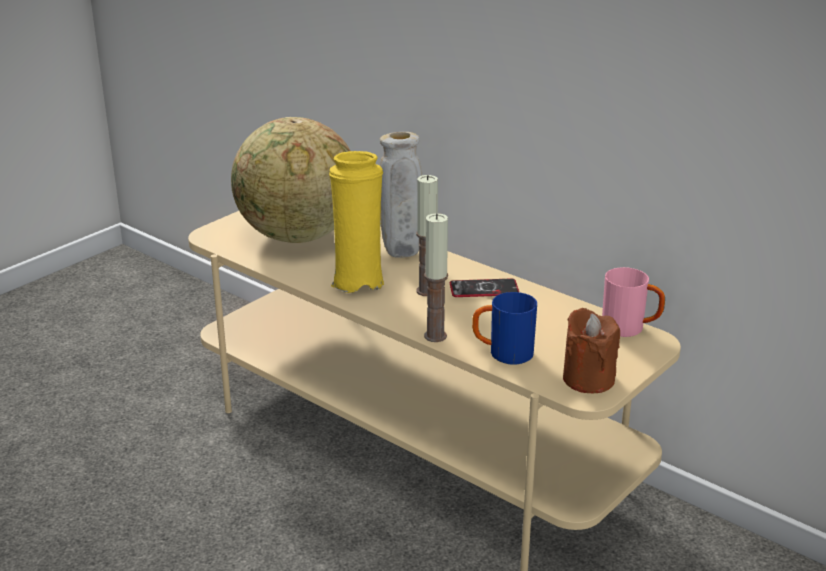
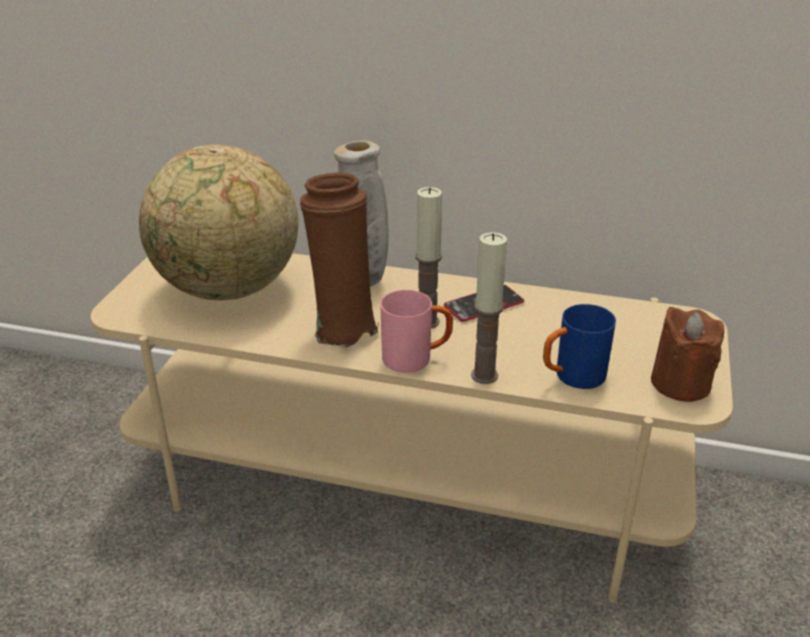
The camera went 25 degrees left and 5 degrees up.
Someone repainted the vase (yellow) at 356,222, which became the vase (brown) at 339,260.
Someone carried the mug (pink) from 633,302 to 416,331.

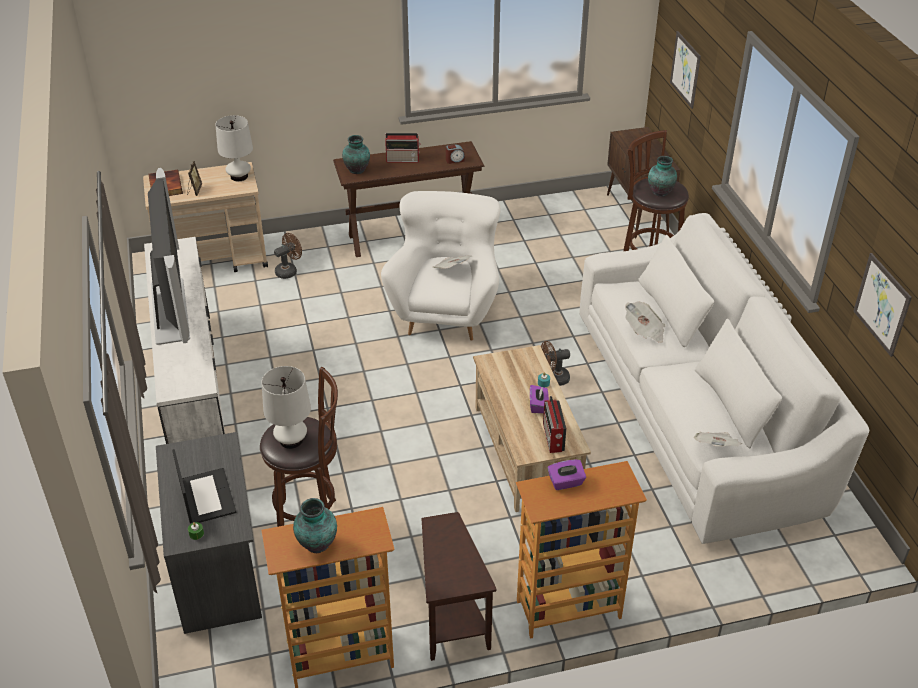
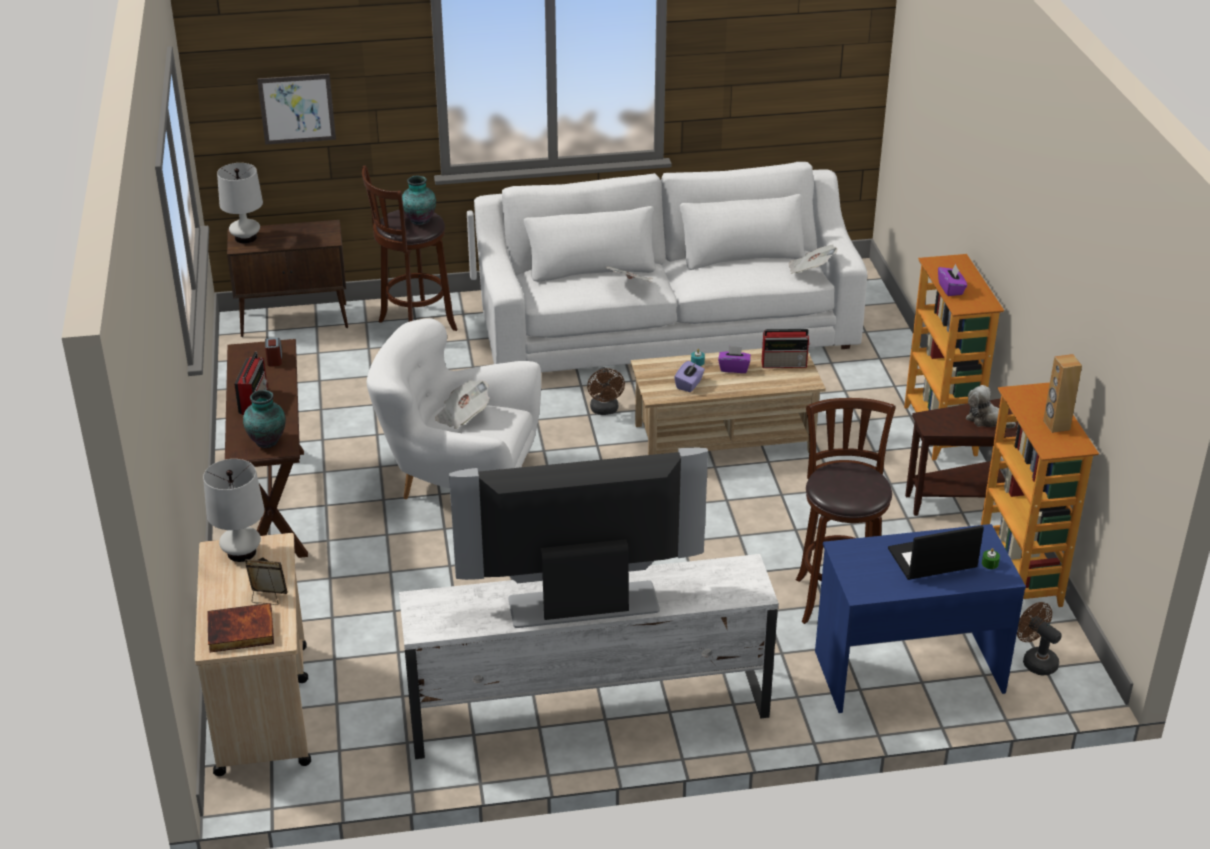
The camera went 85 degrees left and 5 degrees down.
Someone carried the table lamp (white) from 286,407 to 240,203.
Someone put down the tissue box (purple) at 689,376.
Someone repainted the desk (grey) at 209,533, which became the desk (blue) at 920,618.
Someone put down the plush toy at 991,406.
Someone carried the fan (brown) from 288,256 to 1039,638.
Someone swapped the vase at 315,525 for the speaker (brown) at 1062,393.
Someone took away the picture at 882,305.

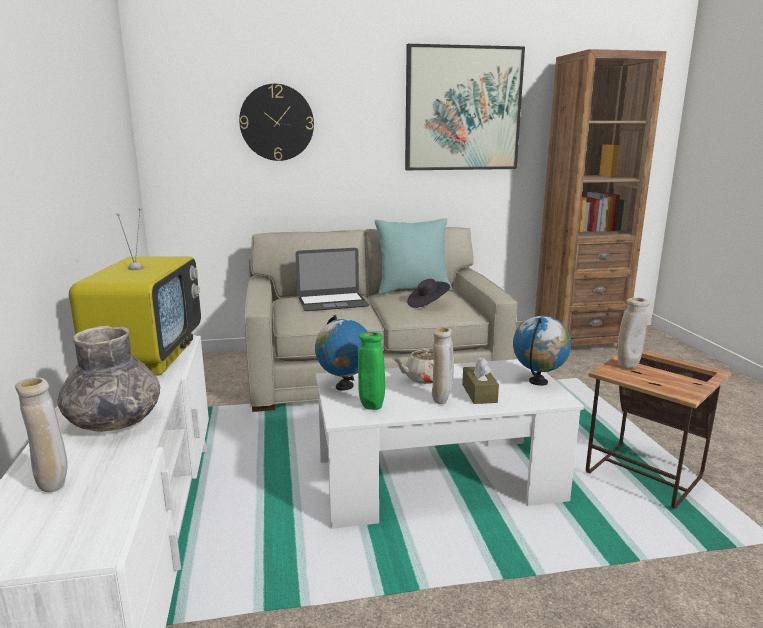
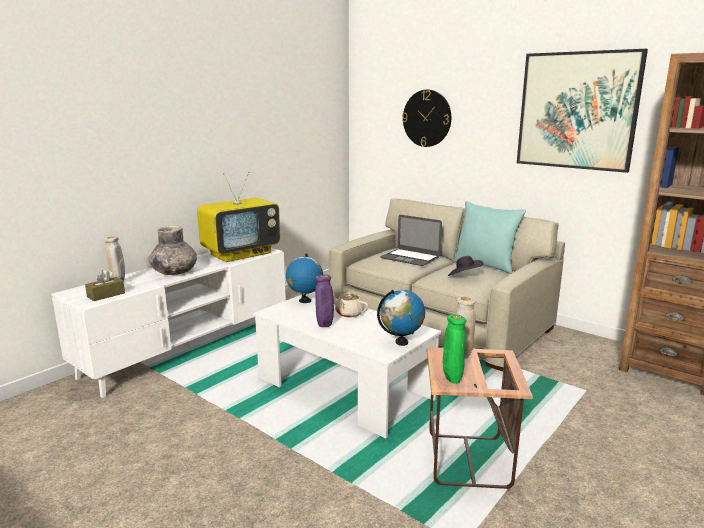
The camera went 50 degrees right and 0 degrees up.
Someone carried the tissue box (brown) from 480,380 to 105,285.
Someone repainted the vase (beige) at 443,365, which became the vase (purple) at 324,301.
Someone carried the vase (green) from 371,371 to 455,349.

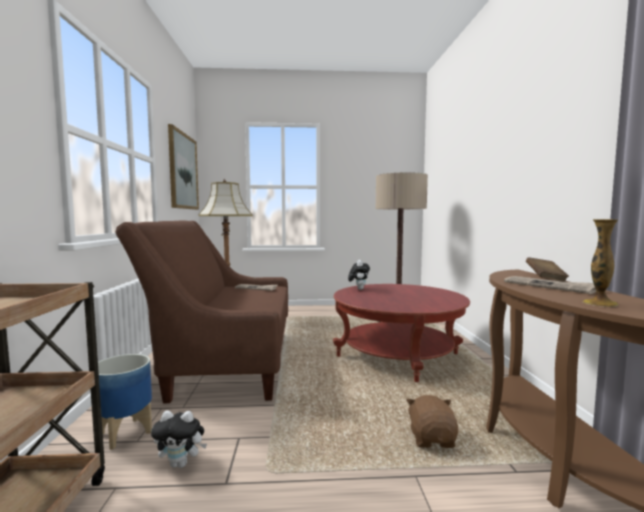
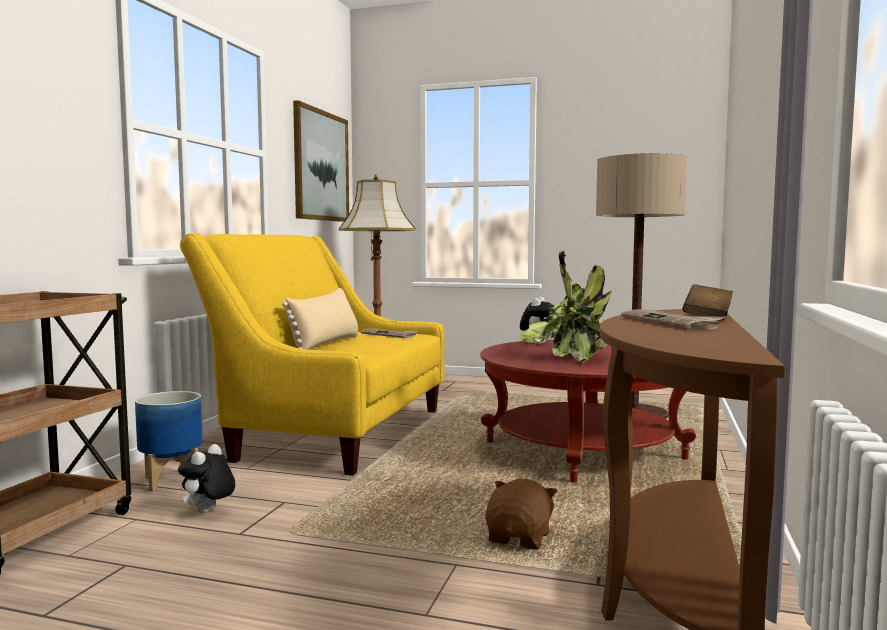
The camera went 20 degrees right and 0 degrees up.
Someone rotated the plush toy at 179,439 by 90 degrees clockwise.
Someone repainted the sofa (brown) at 201,311, which became the sofa (yellow) at 312,354.
Someone put down the pillow (beige) at 320,319.
Someone put down the potted plant at 565,306.
Someone took away the vase at 601,263.

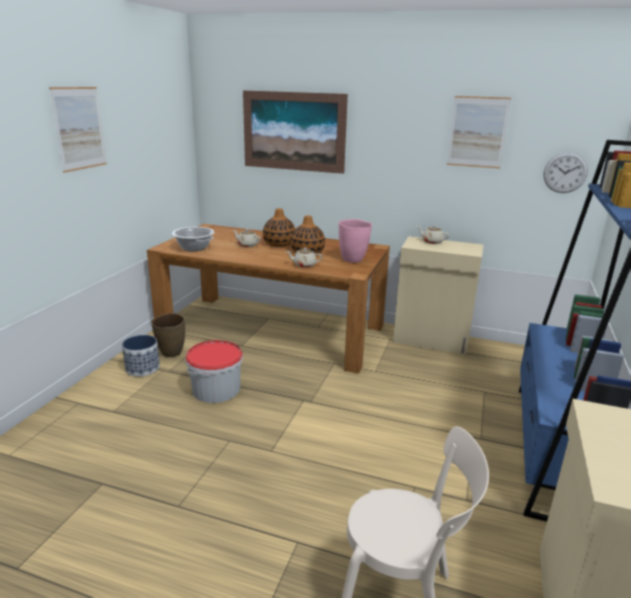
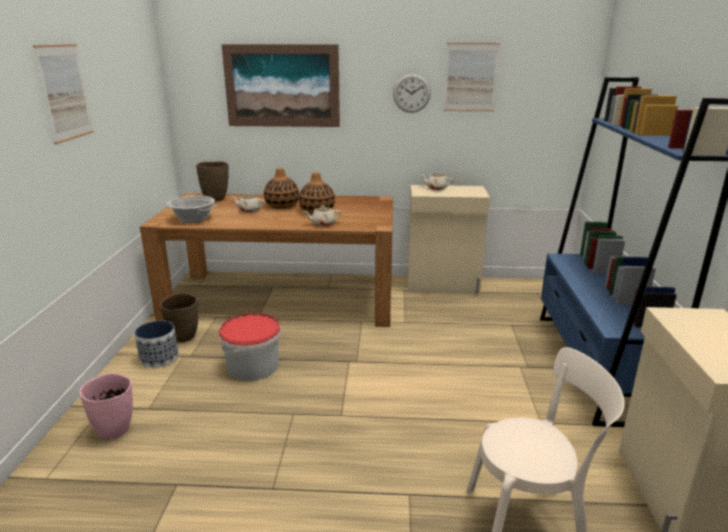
The camera went 15 degrees left and 0 degrees up.
Someone carried the vase (pink) from 355,241 to 106,406.
Someone put down the vase (brown) at 212,181.
Someone carried the wall clock from 565,172 to 412,93.

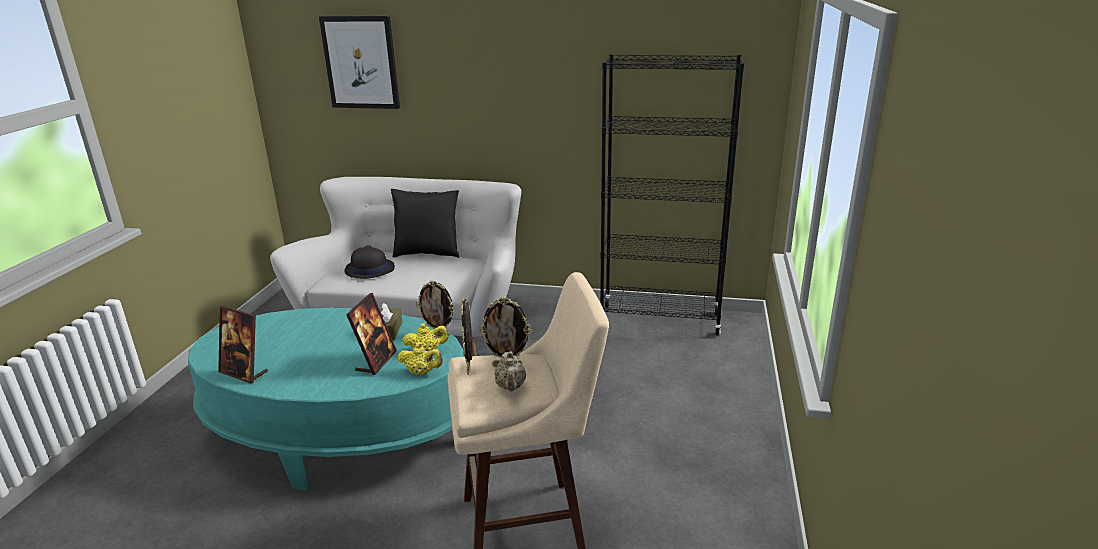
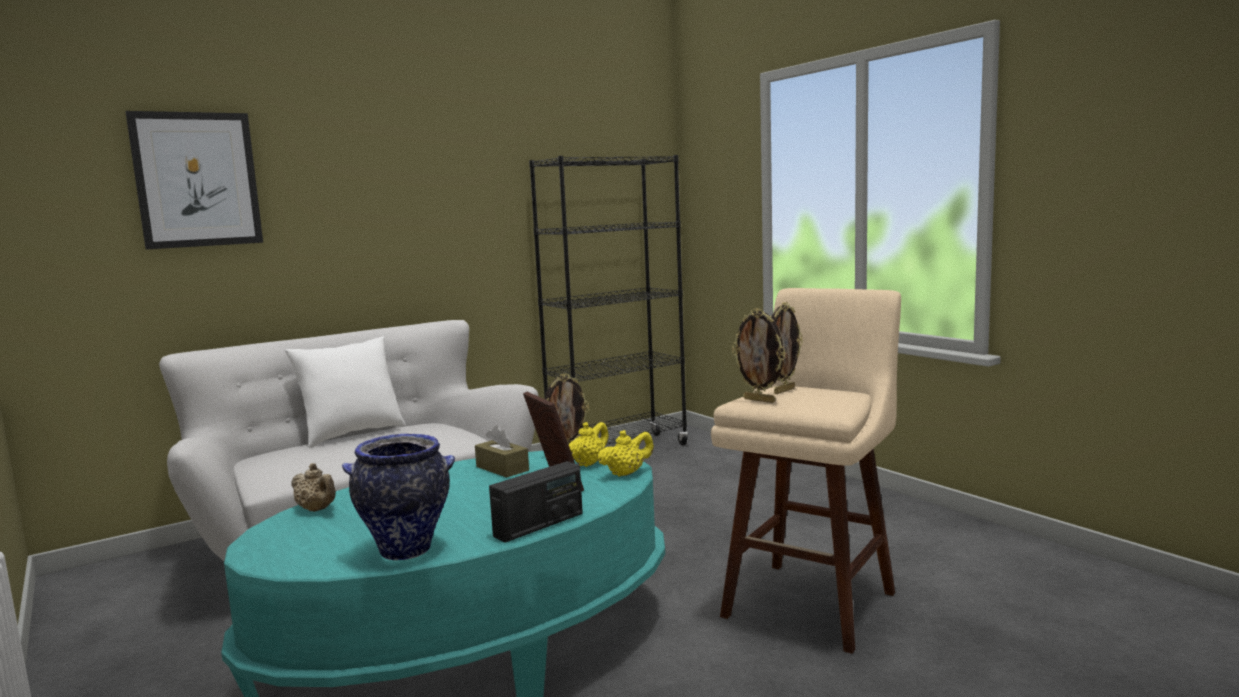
The camera went 45 degrees left and 15 degrees down.
Someone repainted the pillow (black) at 425,223, which became the pillow (white) at 345,392.
Someone carried the teapot (beige) from 510,371 to 313,487.
Someone swapped the picture frame at 243,345 for the vase at 398,497.
Someone put down the radio at 536,502.
Someone took away the hat (black) at 370,262.

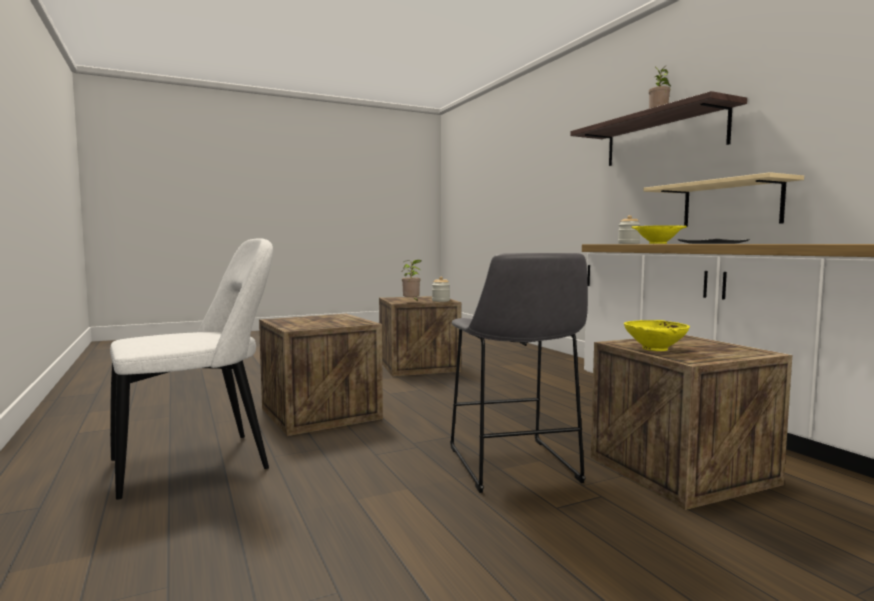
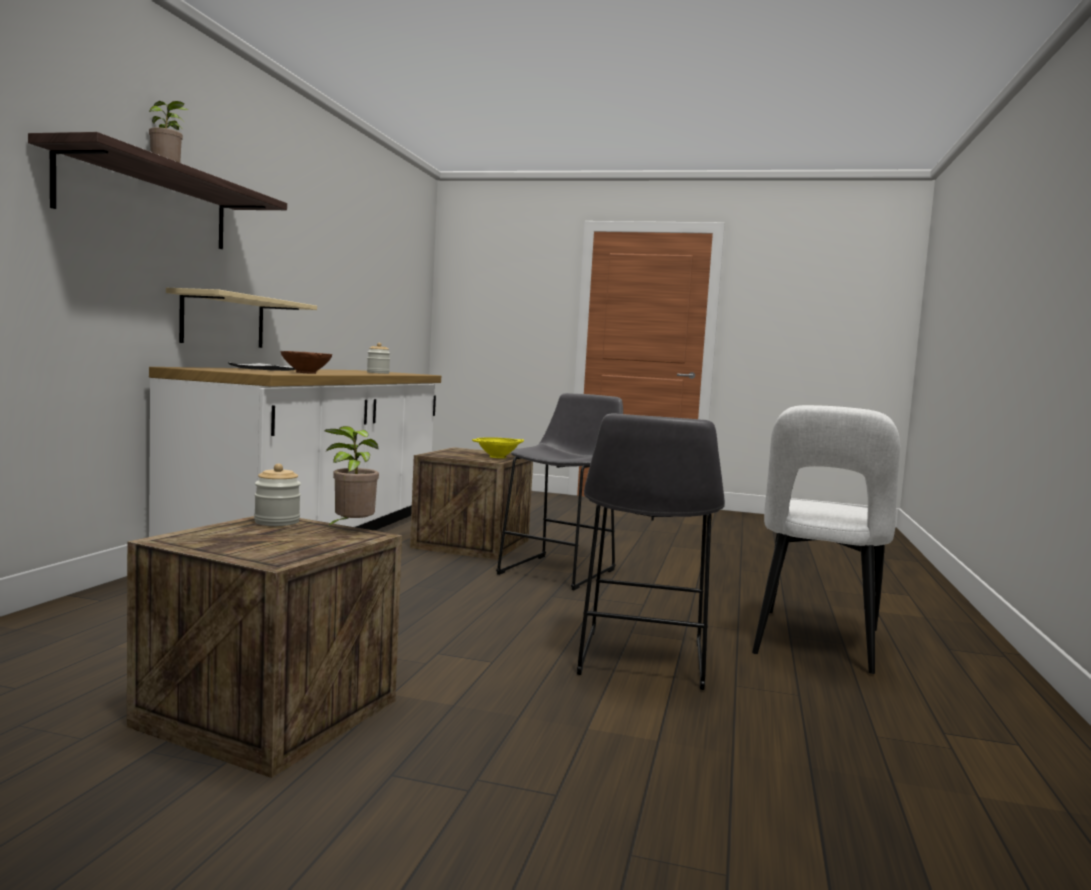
The camera went 140 degrees left and 0 degrees up.
Someone repainted the bowl (yellow) at 659,234, which became the bowl (brown) at 306,362.
Someone carried the jar from 629,229 to 378,358.
Someone swapped the crate at 321,375 for the stool (grey) at 651,552.
Someone rotated the chair (white) at 191,368 by 75 degrees counterclockwise.

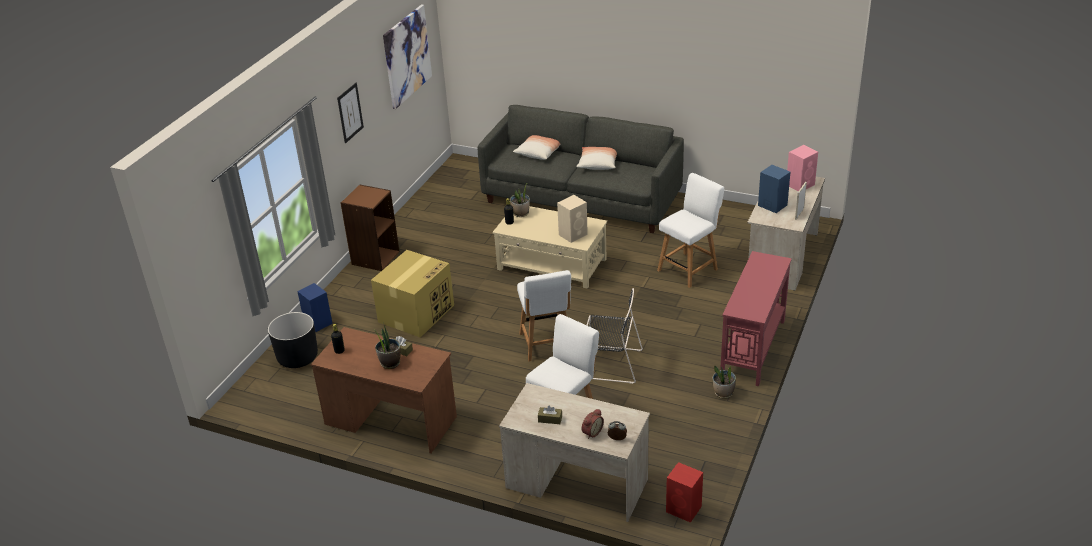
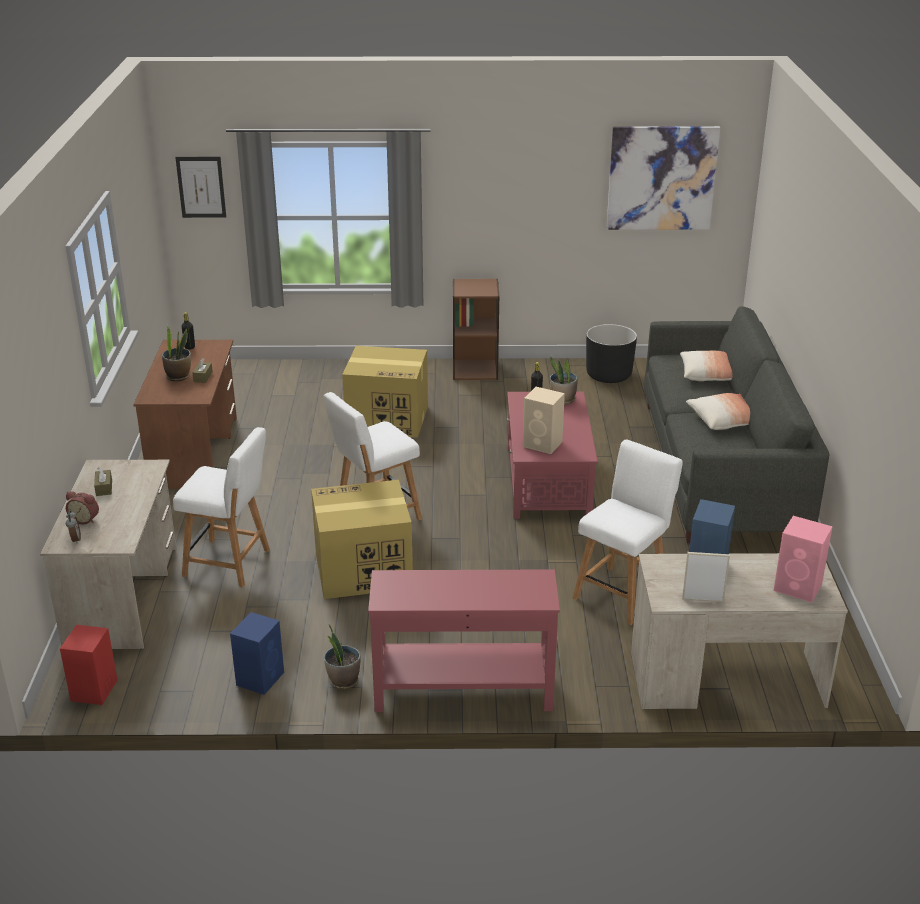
The camera went 65 degrees right and 5 degrees down.
Someone carried the picture from 350,113 to 200,187.
Someone carried the speaker (blue) from 315,307 to 257,653.
Someone swapped the chair (black) at 615,336 for the cardboard box at 362,539.
Someone repainted the coffee table (beige) at 550,247, which became the coffee table (red) at 552,455.
Someone rotated the chair (white) at 690,230 by 75 degrees counterclockwise.
Someone carried the planter (black) from 293,340 to 611,353.

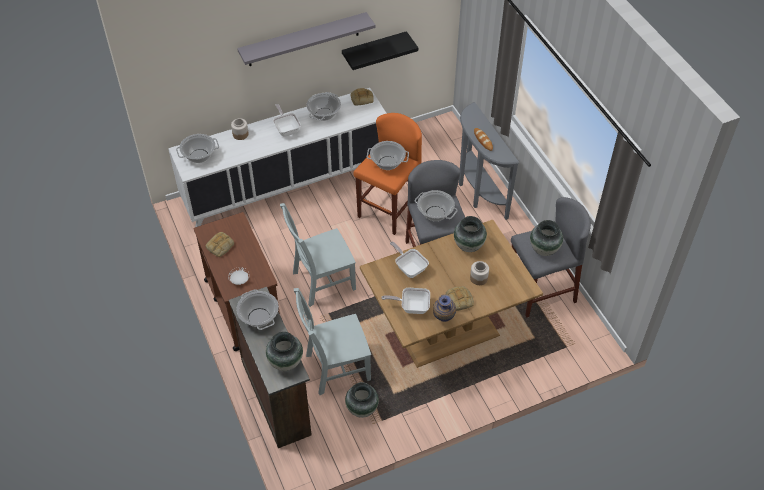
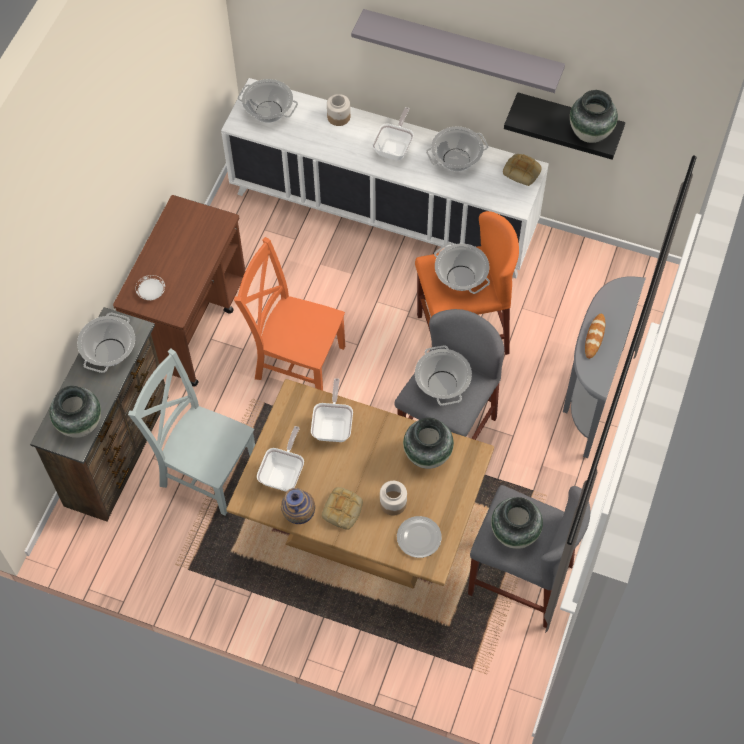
The camera went 45 degrees right and 10 degrees up.
Someone repainted the chair (grey) at 318,255, which became the chair (orange) at 289,314.
Someone rotated the frying pan at 405,301 by 60 degrees clockwise.
Someone put down the plate at 419,537.
Someone carried the vase from 362,400 to 594,116.
Someone took away the bread at 220,244.

